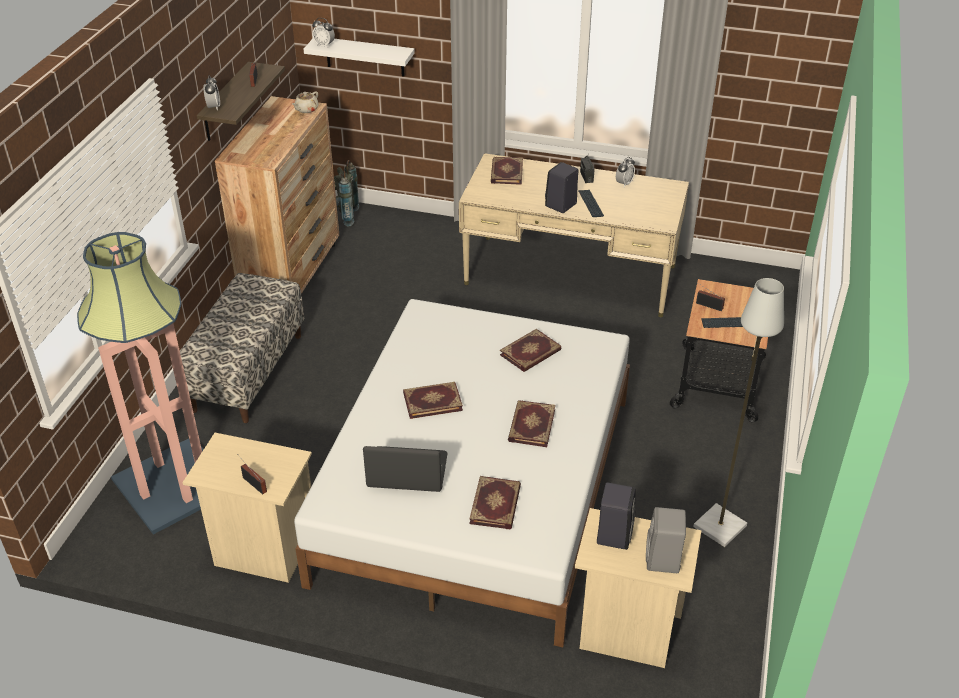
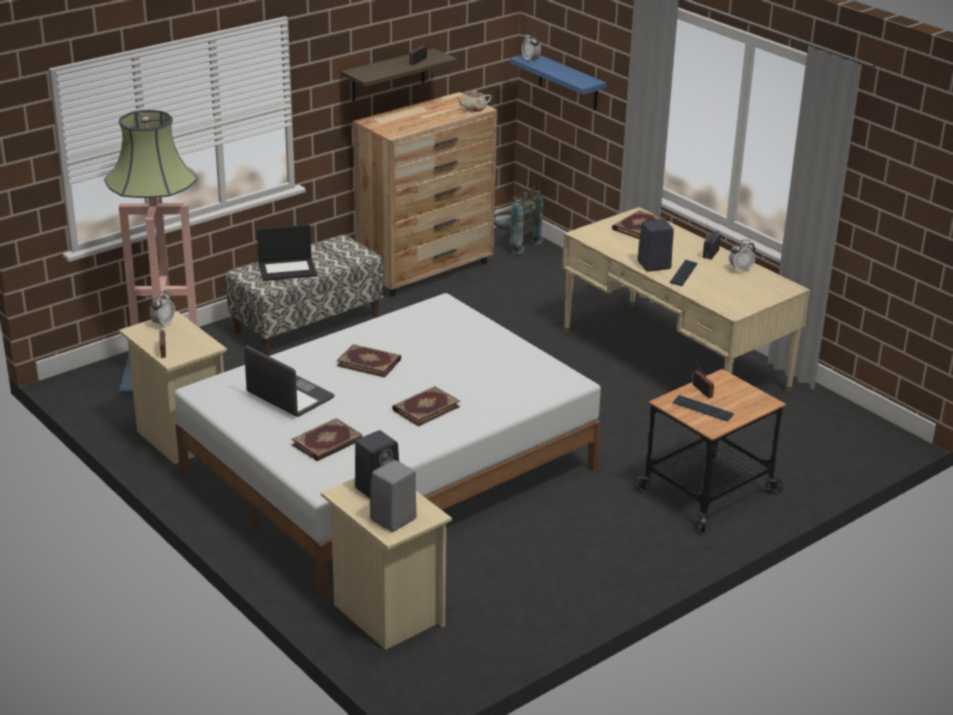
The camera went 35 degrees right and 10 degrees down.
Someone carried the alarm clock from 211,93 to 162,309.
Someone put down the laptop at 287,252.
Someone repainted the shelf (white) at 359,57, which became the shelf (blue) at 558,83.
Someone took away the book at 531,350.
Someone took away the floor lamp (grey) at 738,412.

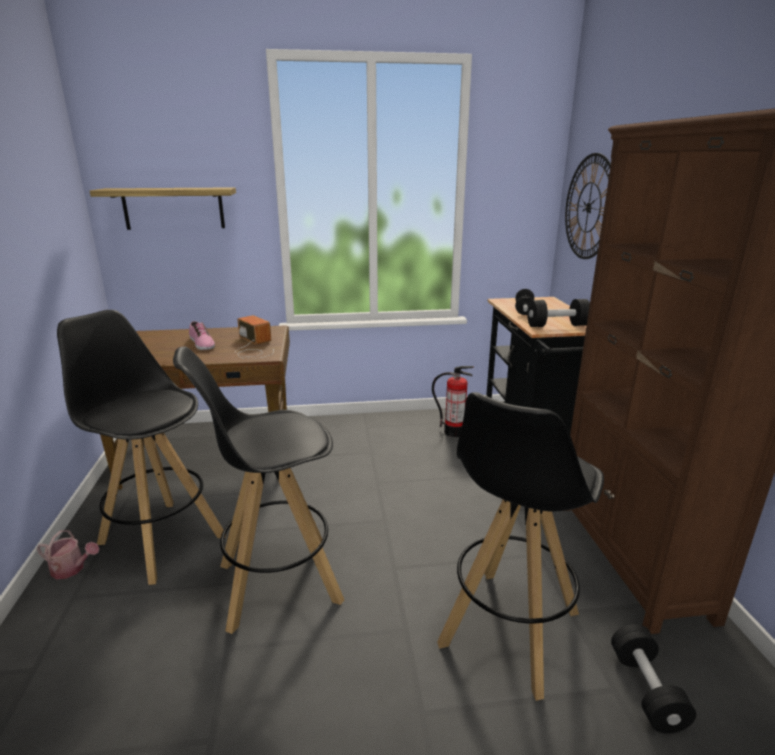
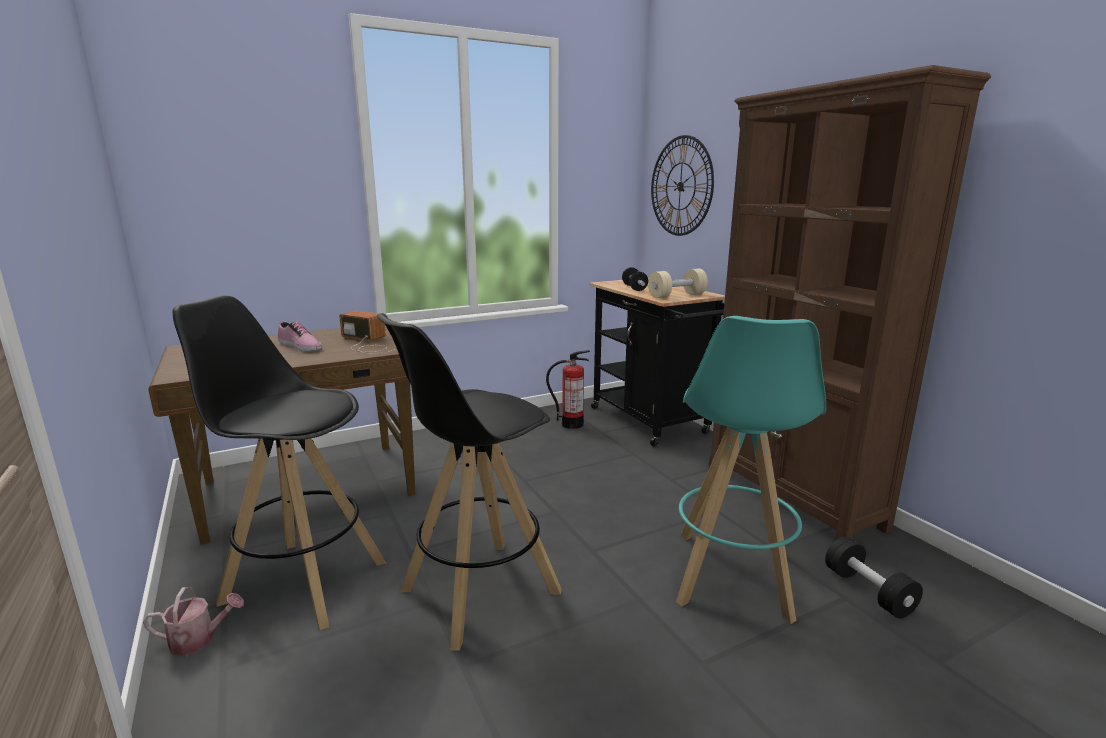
The camera went 20 degrees left and 5 degrees down.
Someone repainted the dumbbell (black) at 558,313, which became the dumbbell (beige) at 678,283.
Someone repainted the stool (black) at 520,546, which became the stool (turquoise) at 751,470.
Someone took away the shelf at 163,208.

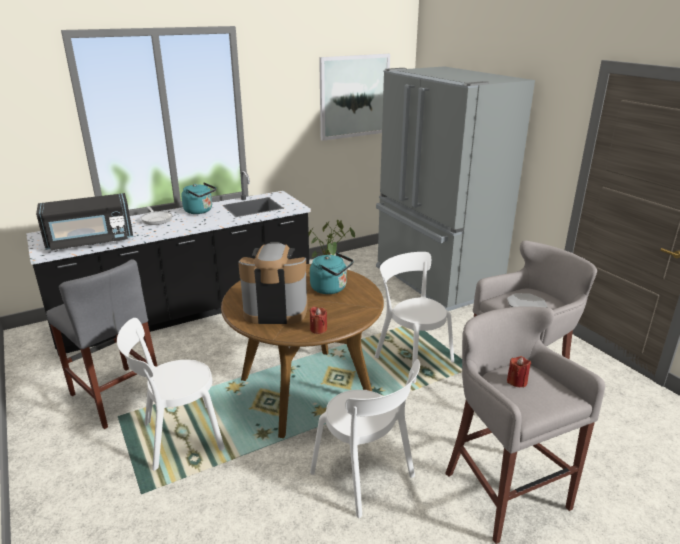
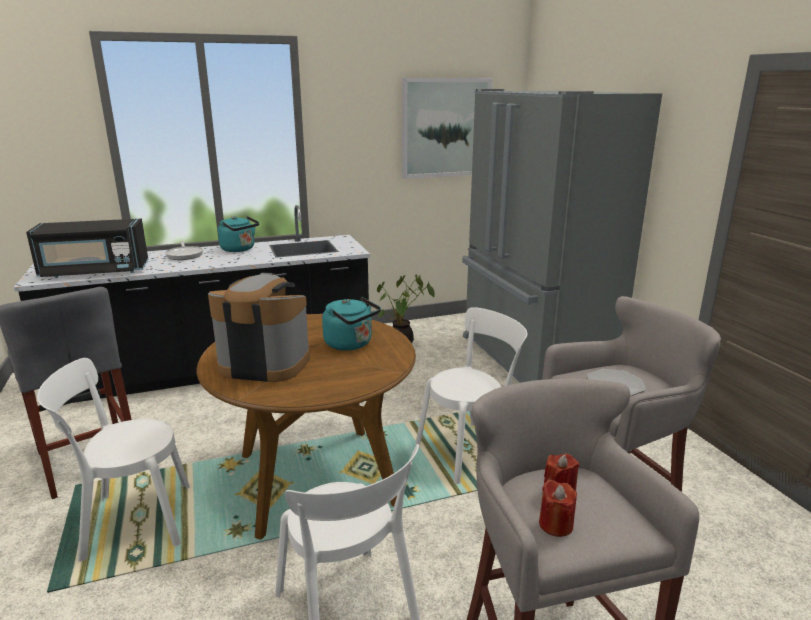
The camera went 10 degrees right and 5 degrees down.
Someone rotated the chair (white) at 414,317 by 90 degrees clockwise.
Someone carried the candle (red) from 318,320 to 558,508.

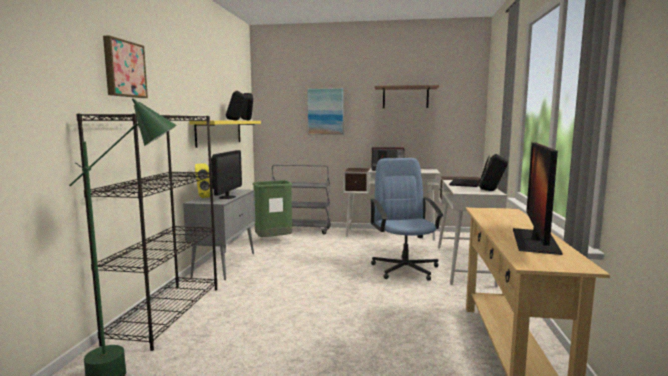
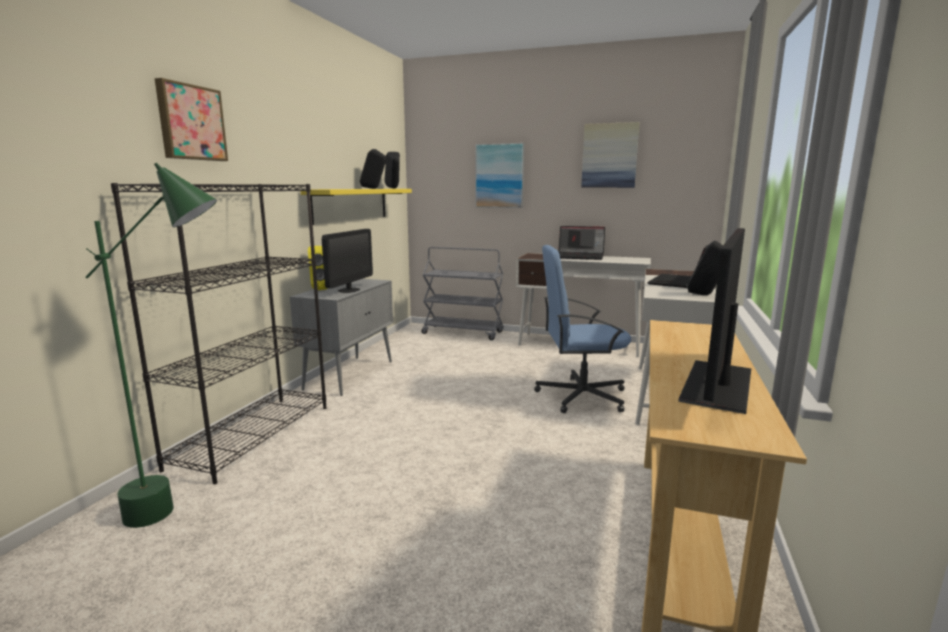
The camera went 10 degrees right and 5 degrees up.
Someone rotated the office chair (blue) at 407,219 by 90 degrees counterclockwise.
Someone swapped the shelf at 406,96 for the picture at 610,155.
Someone took away the trash can (green) at 273,208.

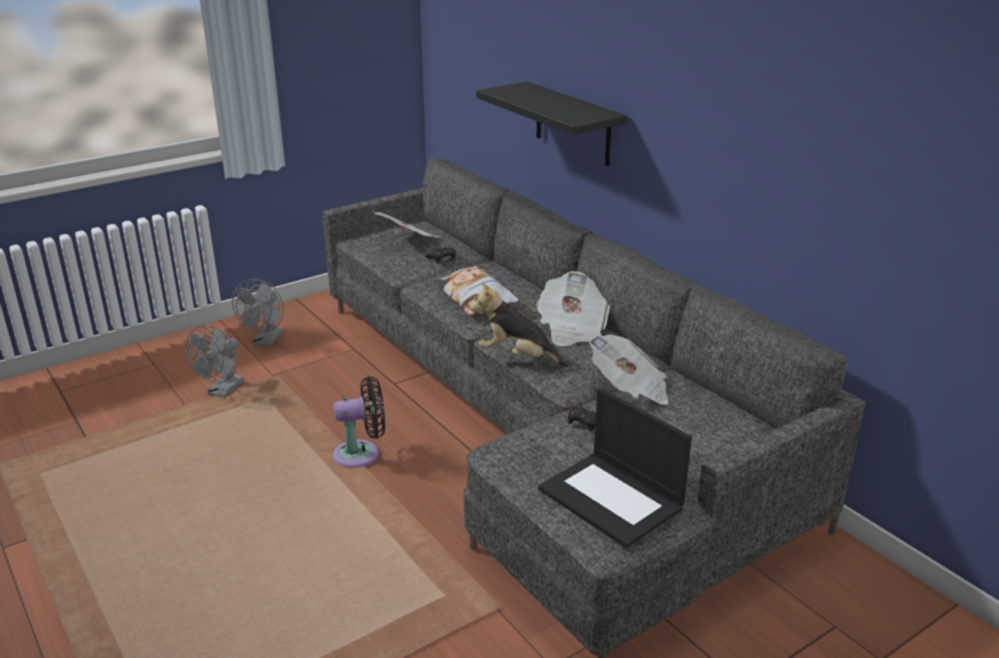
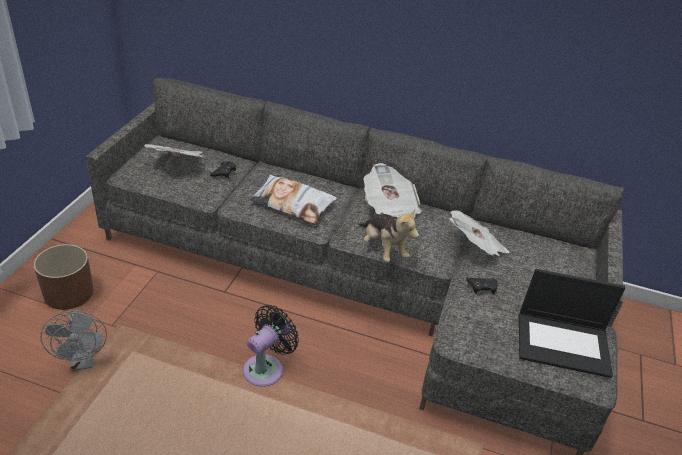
The camera went 40 degrees left and 10 degrees up.
Someone swapped the fan (grey) at 258,312 for the planter (brown) at 63,277.
Someone rotated the plush toy at 520,324 by 105 degrees counterclockwise.
Someone took away the shelf (black) at 552,123.

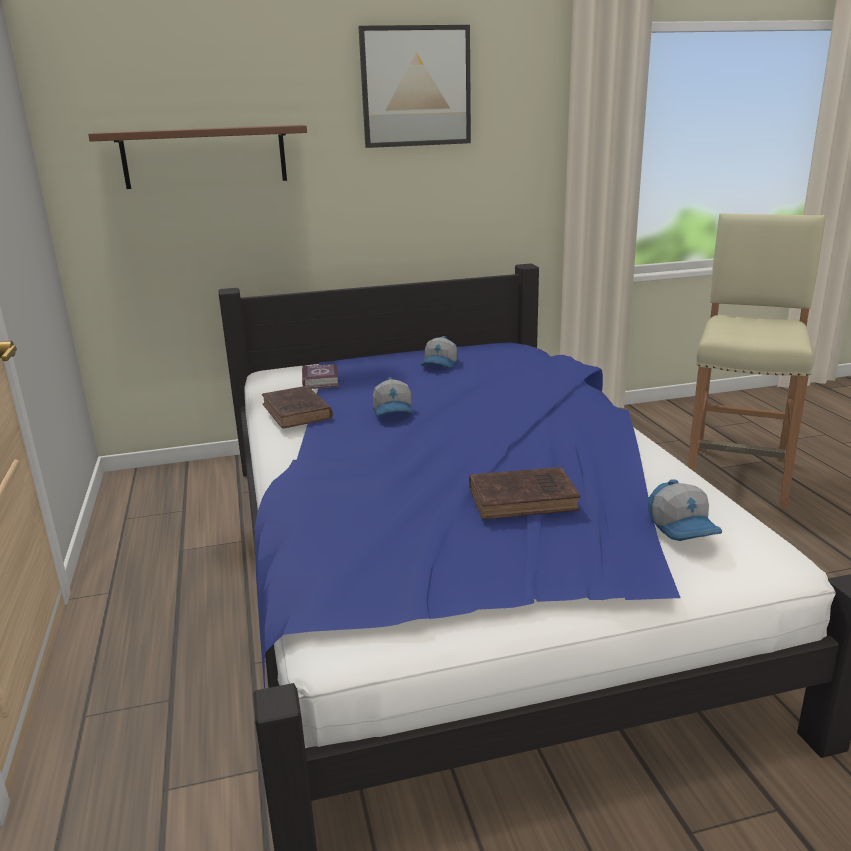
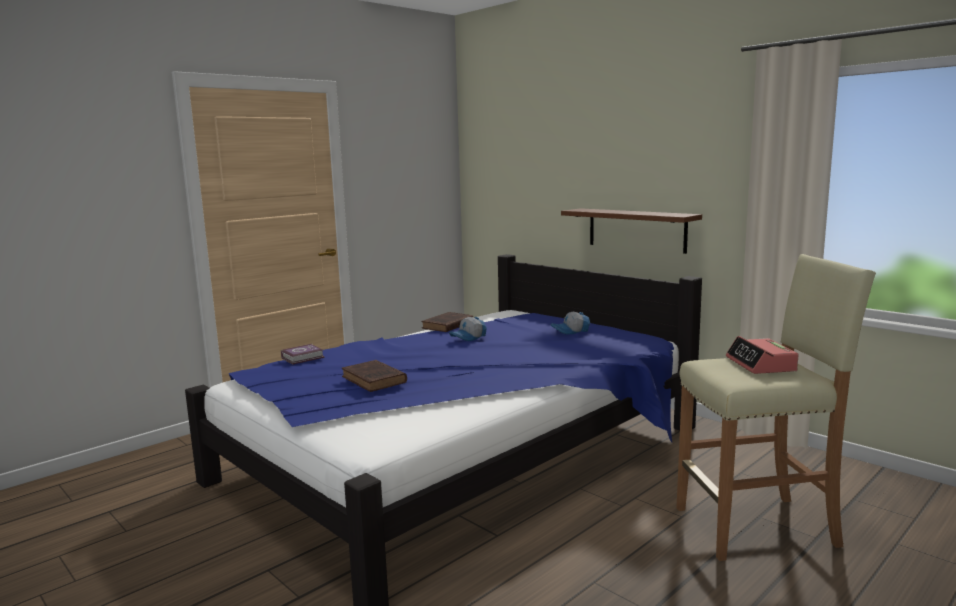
The camera went 60 degrees right and 10 degrees down.
Someone carried the book from 320,376 to 303,354.
Someone carried the shelf (brown) from 197,157 to 631,231.
Someone put down the alarm clock at 762,355.
Someone took away the picture at 414,86.
Someone took away the cap at 685,510.

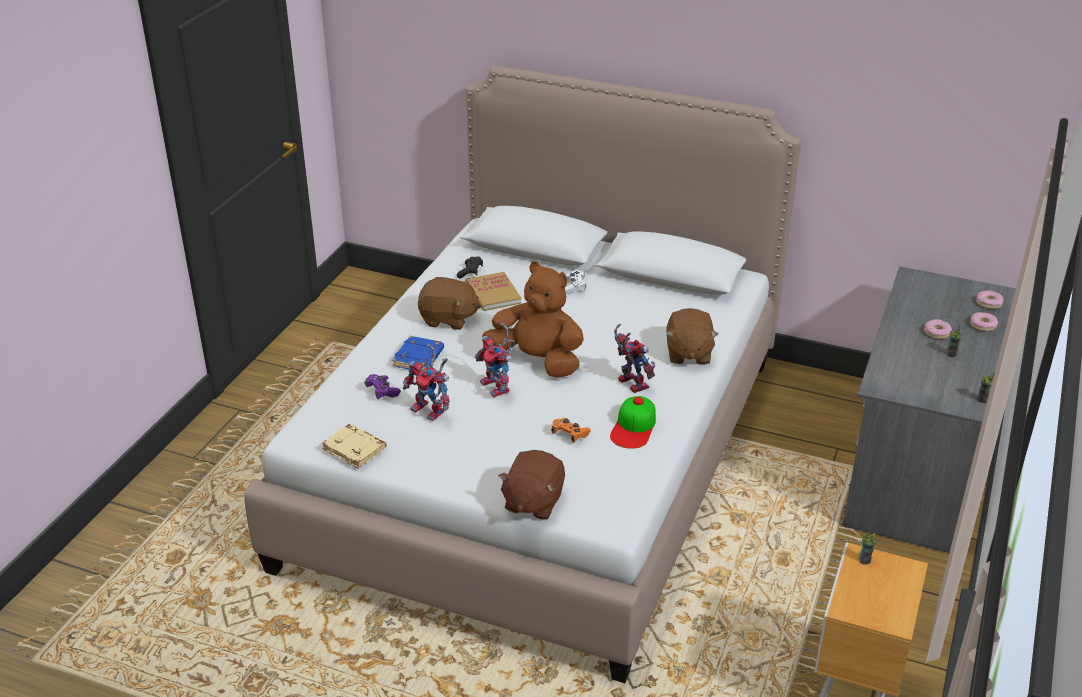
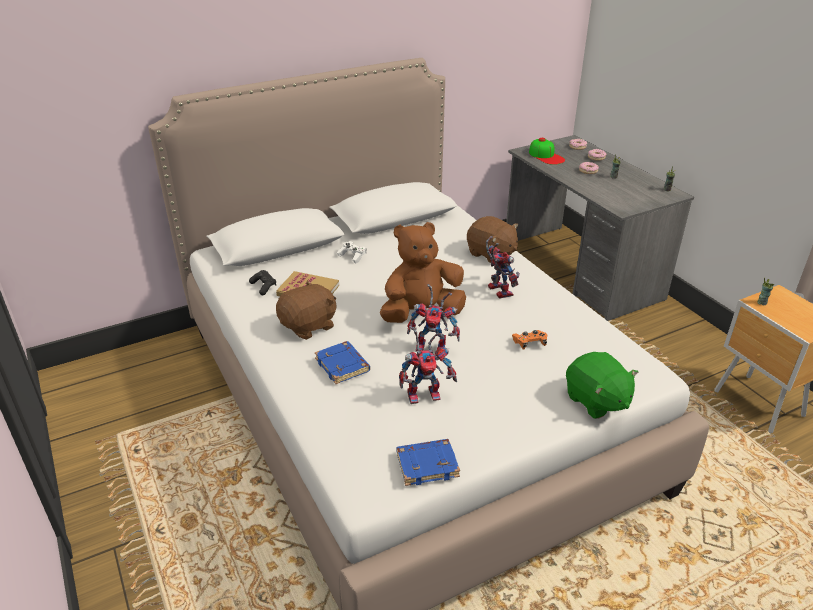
The camera went 50 degrees left and 0 degrees up.
Someone repainted the book (beige) at 354,446, which became the book (blue) at 428,462.
Someone rotated the toy robot at 634,358 by 60 degrees clockwise.
Someone carried the cap from 633,422 to 547,151.
Someone repainted the plush toy (brown) at 531,485, which became the plush toy (green) at 602,385.
Someone took away the game controller (purple) at 382,386.

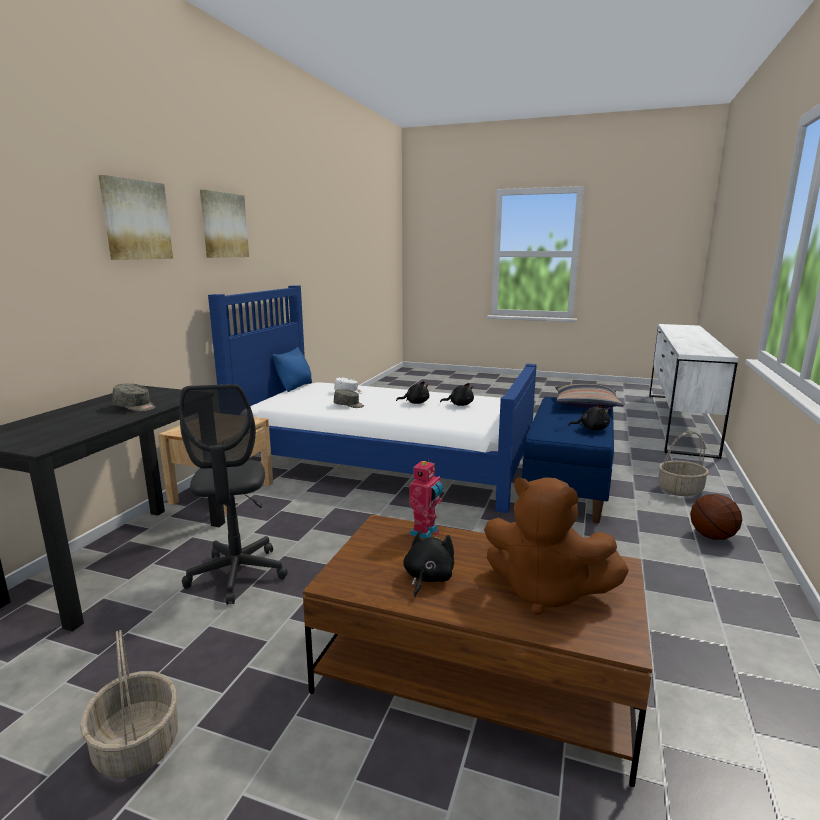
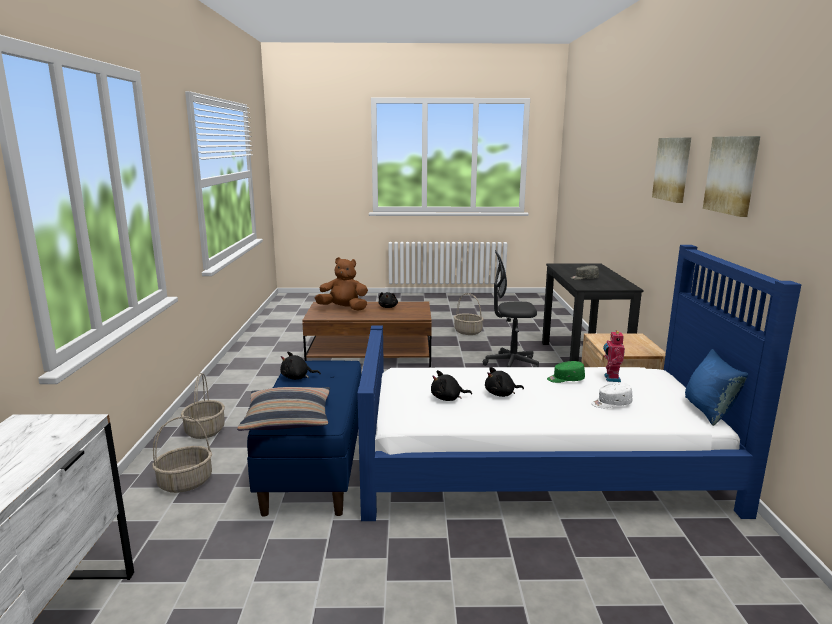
The camera went 160 degrees right and 0 degrees up.
Someone swapped the basketball at 716,517 for the basket at 203,406.
Someone rotated the office chair (grey) at 234,494 by 60 degrees counterclockwise.
Someone repainted the cap (grey) at 349,398, which became the cap (green) at 566,372.
Someone carried the toy robot from 426,498 to 614,356.

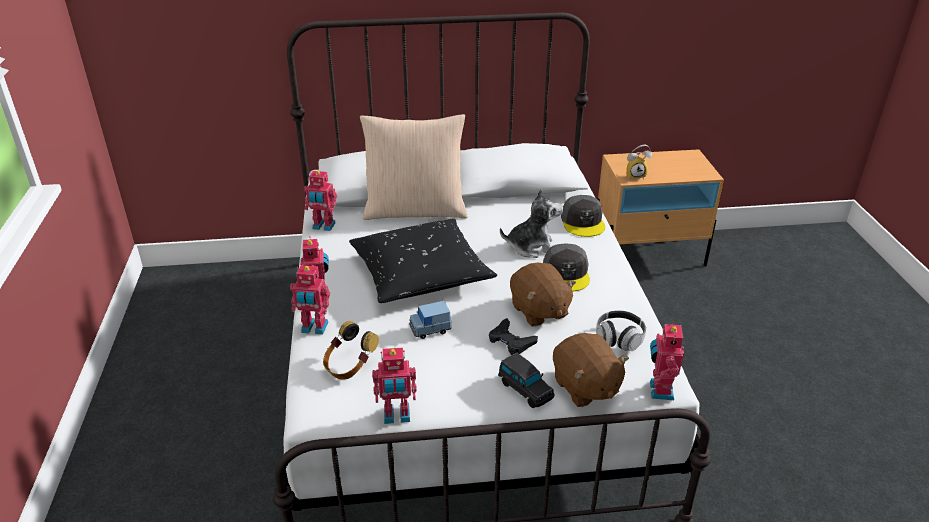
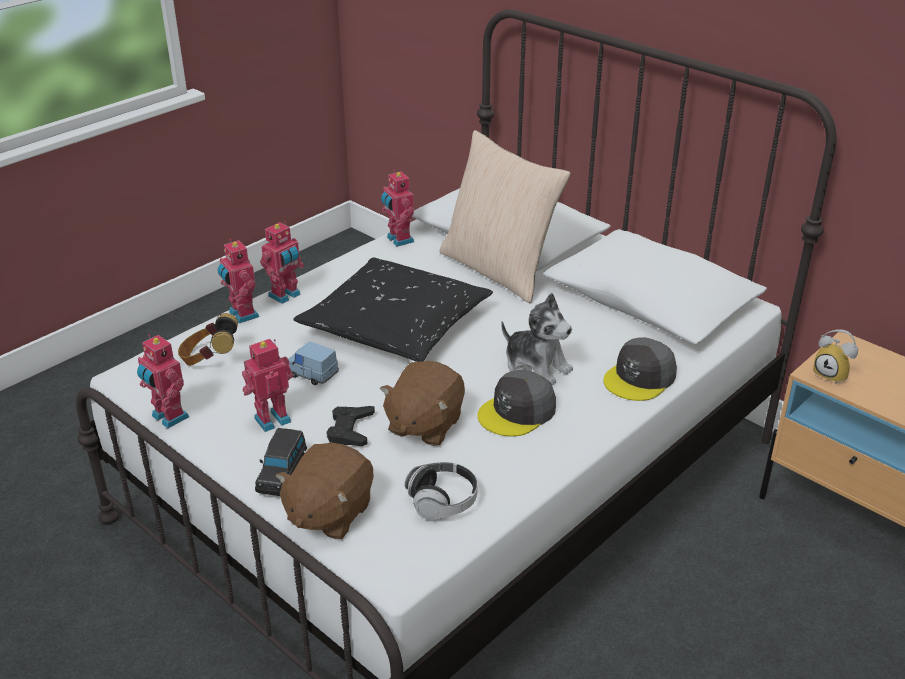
The camera went 50 degrees right and 0 degrees up.
Someone carried the toy robot from 667,360 to 267,385.

